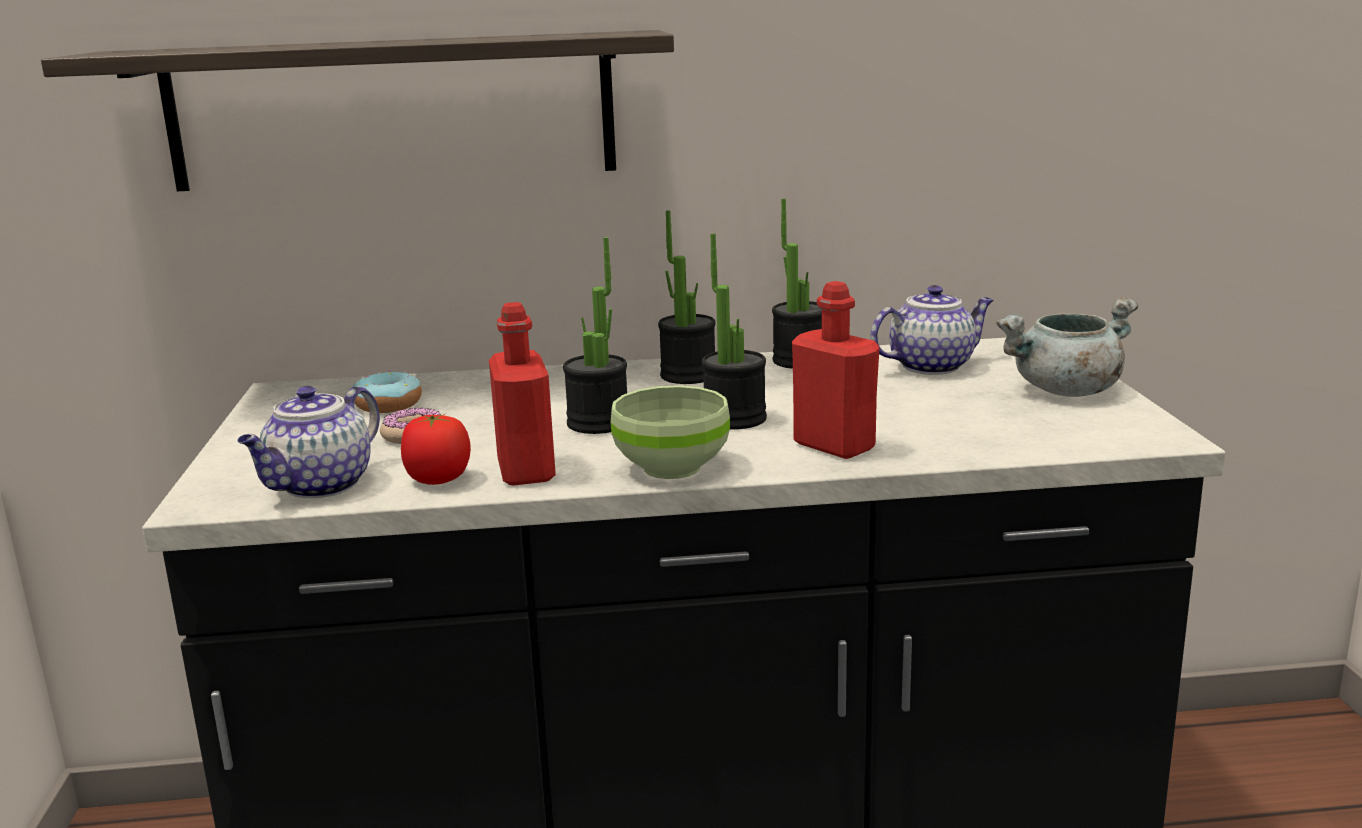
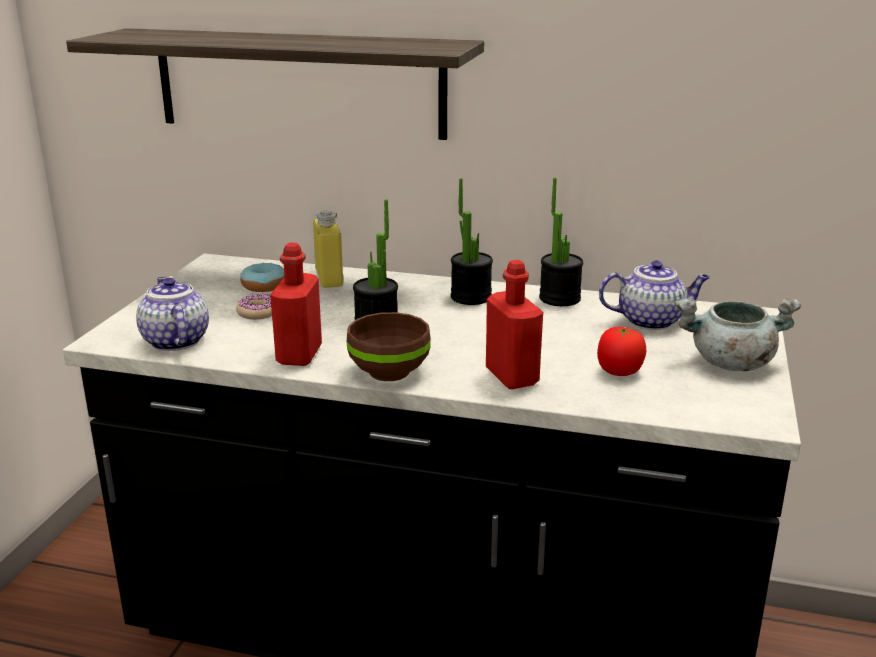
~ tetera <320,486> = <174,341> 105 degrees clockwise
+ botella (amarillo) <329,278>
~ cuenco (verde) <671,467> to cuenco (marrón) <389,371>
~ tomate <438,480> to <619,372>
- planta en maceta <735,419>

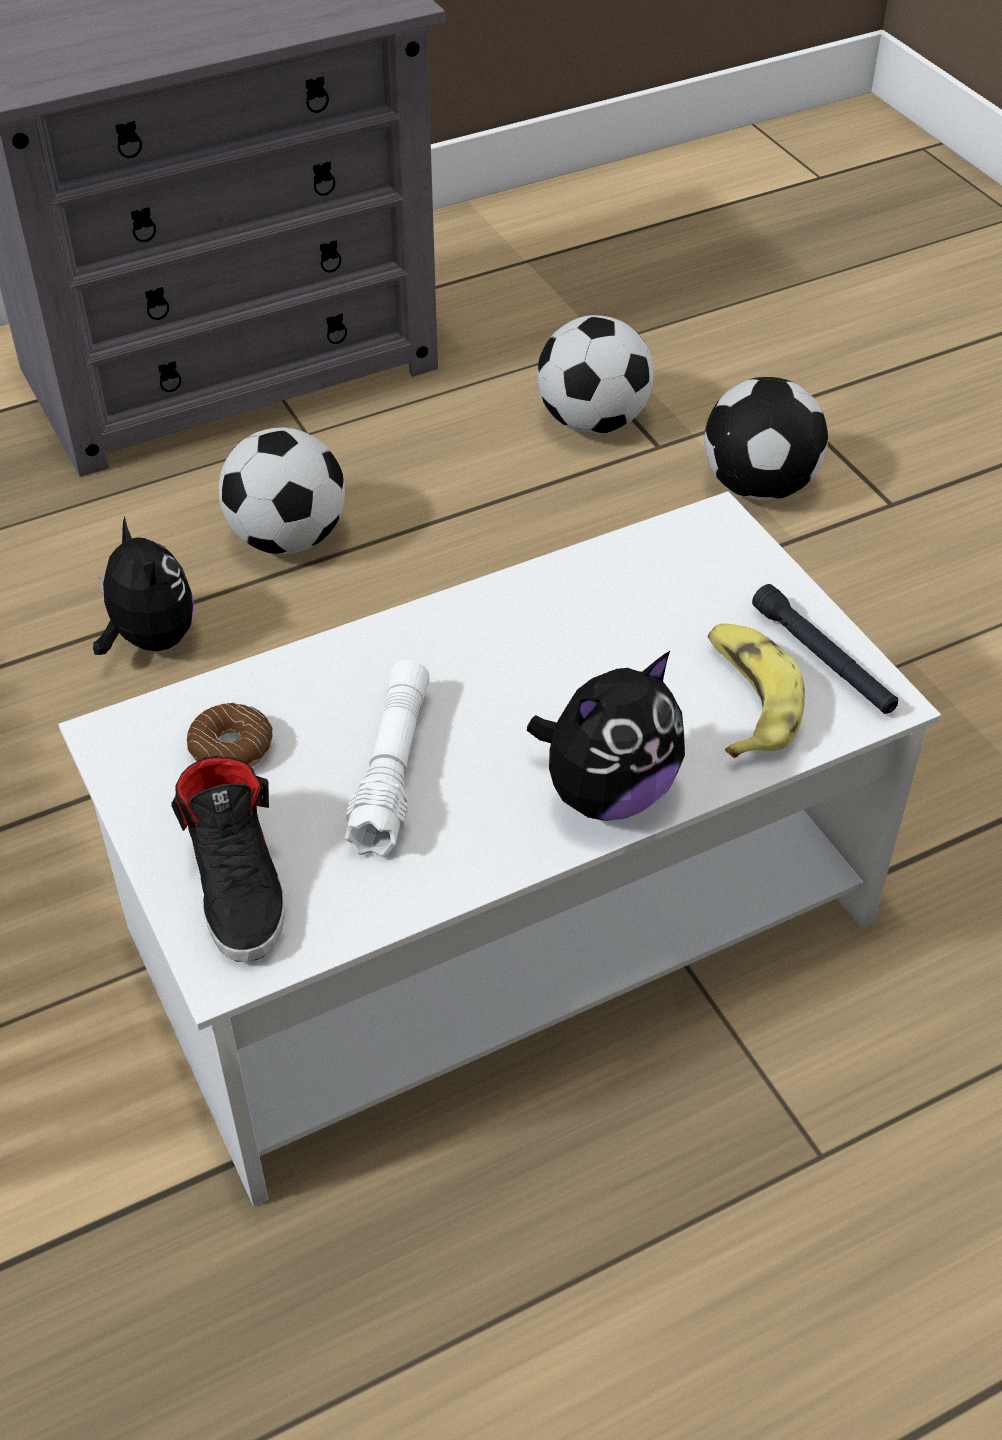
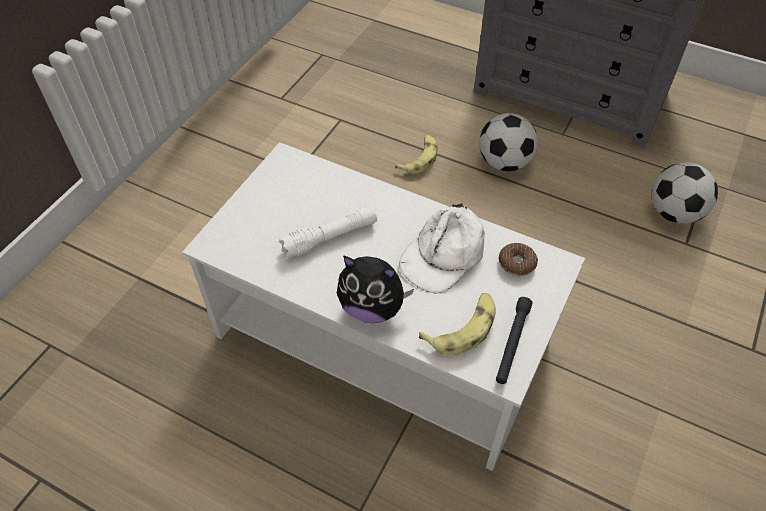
~ peluche <149,639> to plátano <419,158>
+ gorra (blanco) <443,254>
~ rosquilla <231,748> to <517,263>
- zapato (negro) <238,881>
- balón de fútbol <760,487>

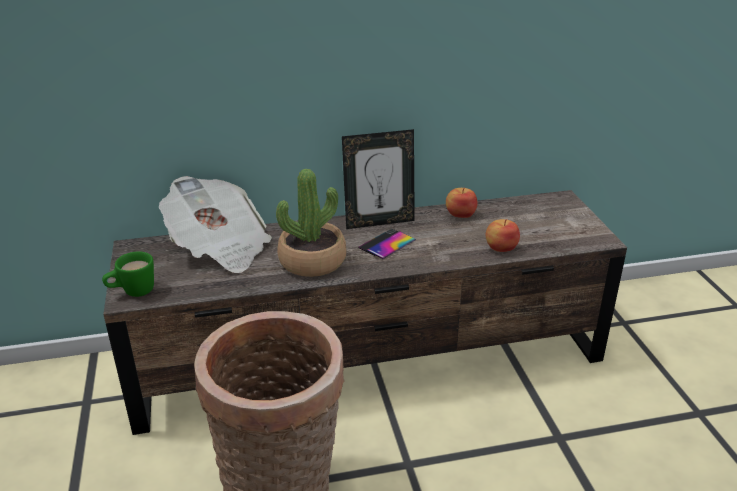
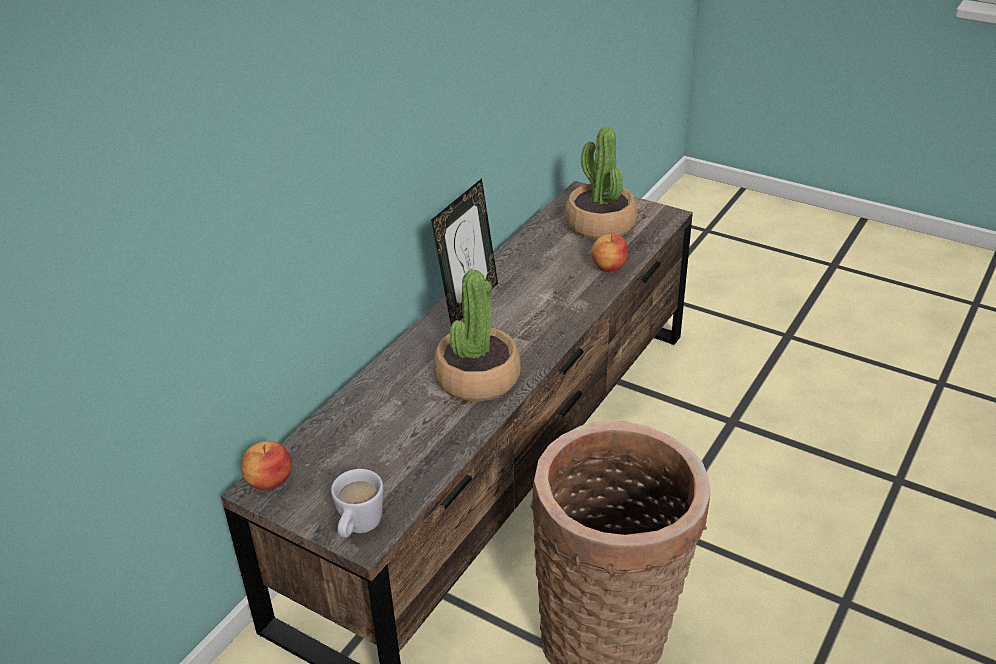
~ manzana <460,214> to <269,480>
~ taza grande (verde) <132,292> to taza grande (blanco) <358,528>
+ planta en maceta <600,225>
- periódico <219,247>
- móvil <387,244>

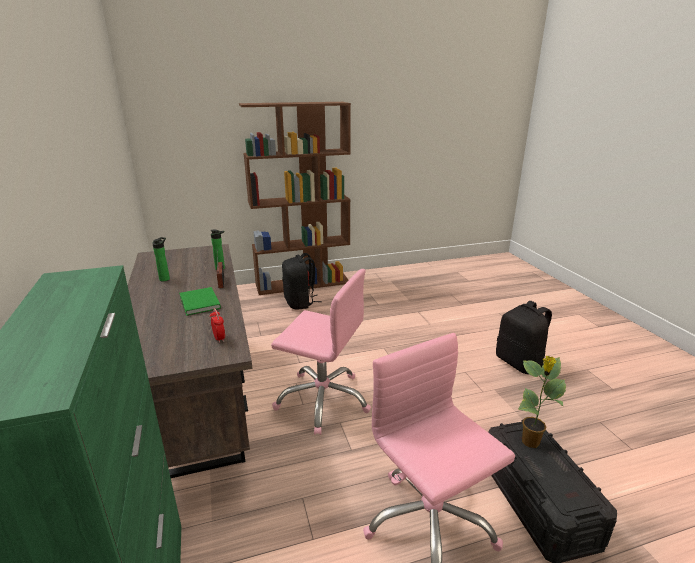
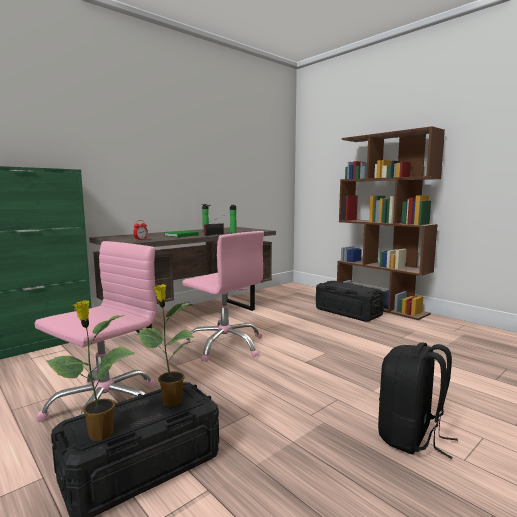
+ planta en maceta <99,434>
~ silla de oficina (rosa) <323,400> = <225,345> 45 degrees counterclockwise
~ mochila (negro) <300,303> to caja de almacenaje (negro) <348,312>

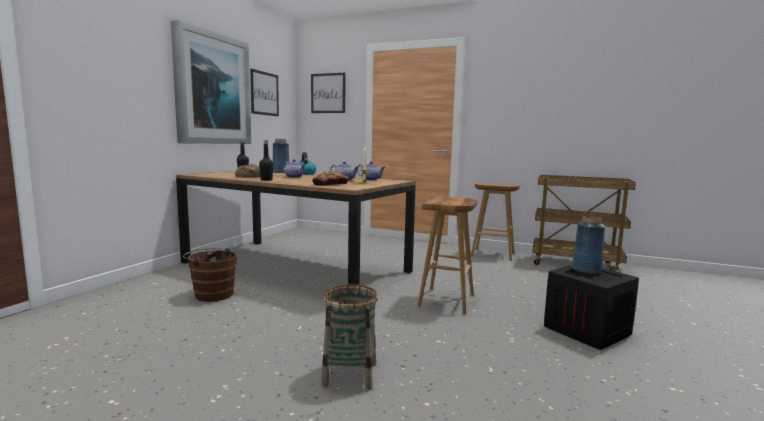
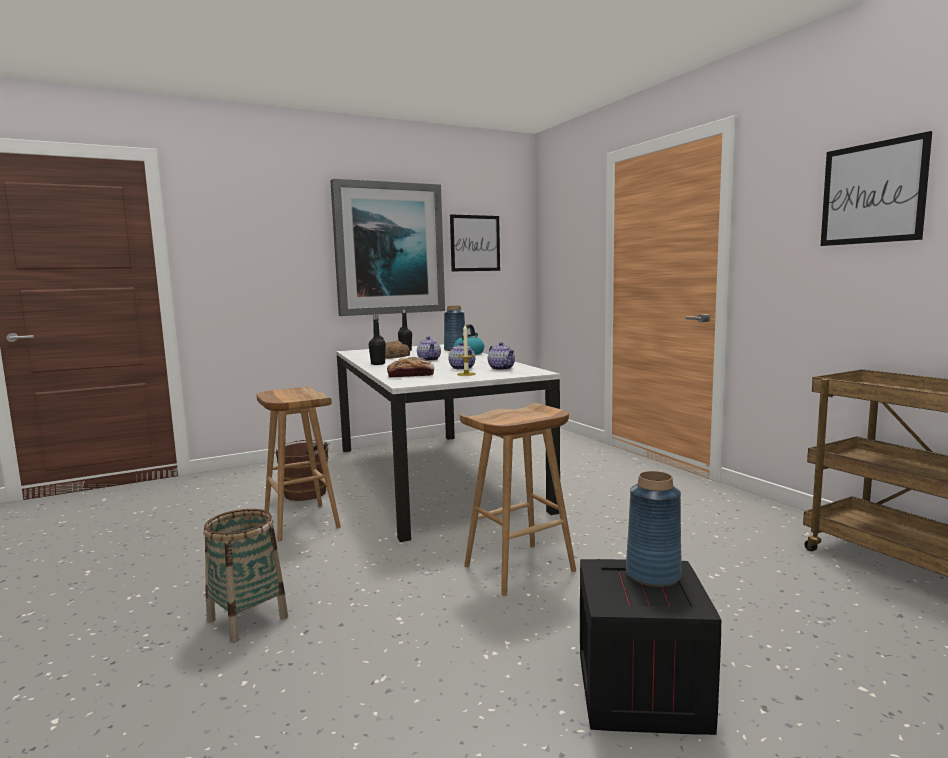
~ taburete (marrón) <492,254> to <300,522>
~ mesa de comedor (marrón) <296,267> to mesa de comedor (blanco) <433,476>
~ cuadro <328,93> to <872,193>

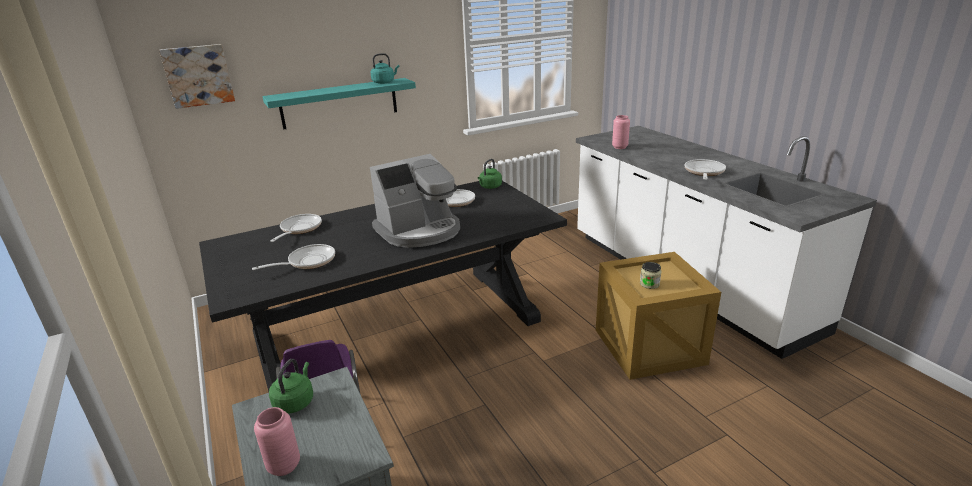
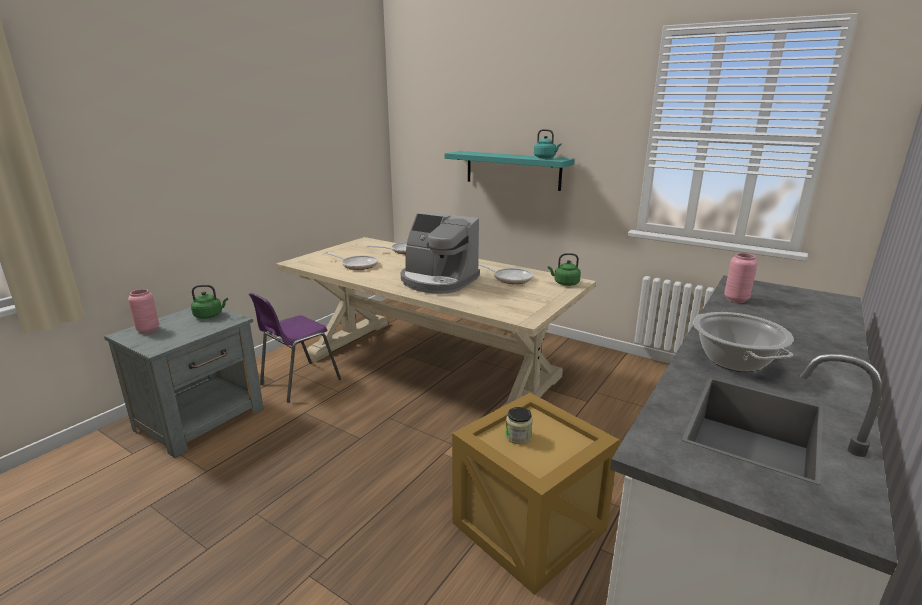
~ mesa de comedor (negro) <398,329> to mesa de comedor (beis) <431,366>
~ sartén <704,172> to olla <734,360>
- cuadro <198,75>

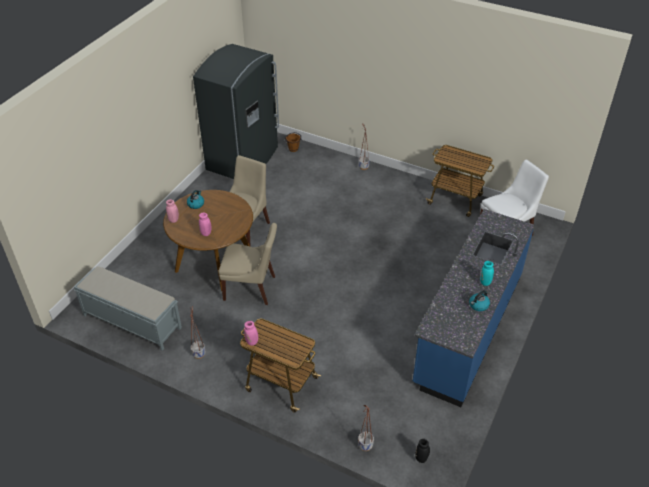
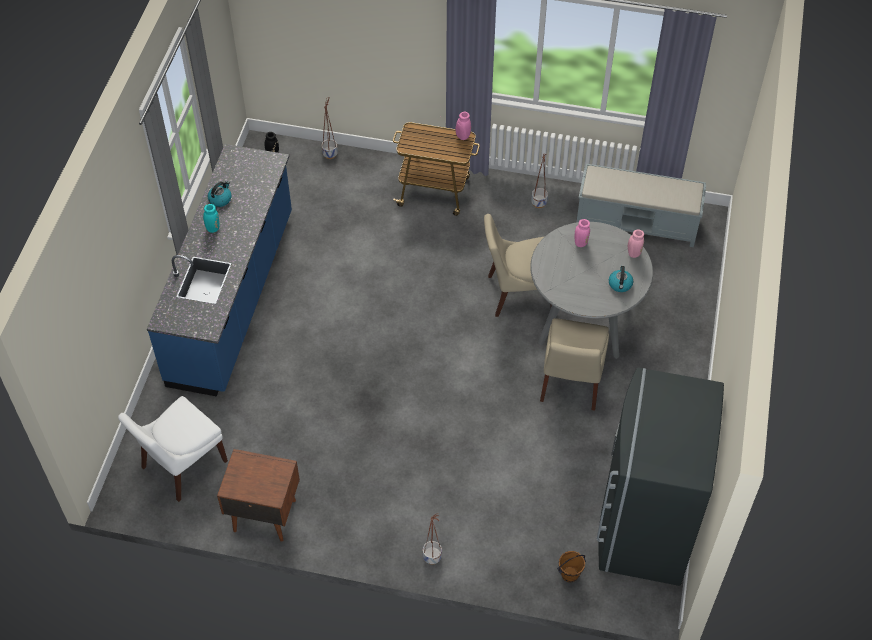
~ carrito <456,200> to mesita de noche (marrón) <263,514>
~ mesa de comedor (marrón) <214,263> to mesa de comedor (gris) <584,319>

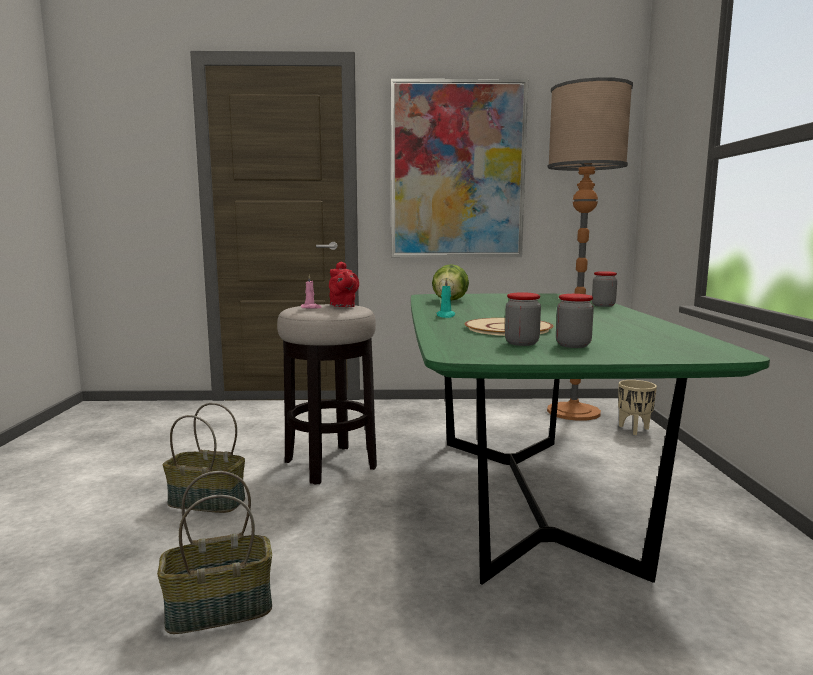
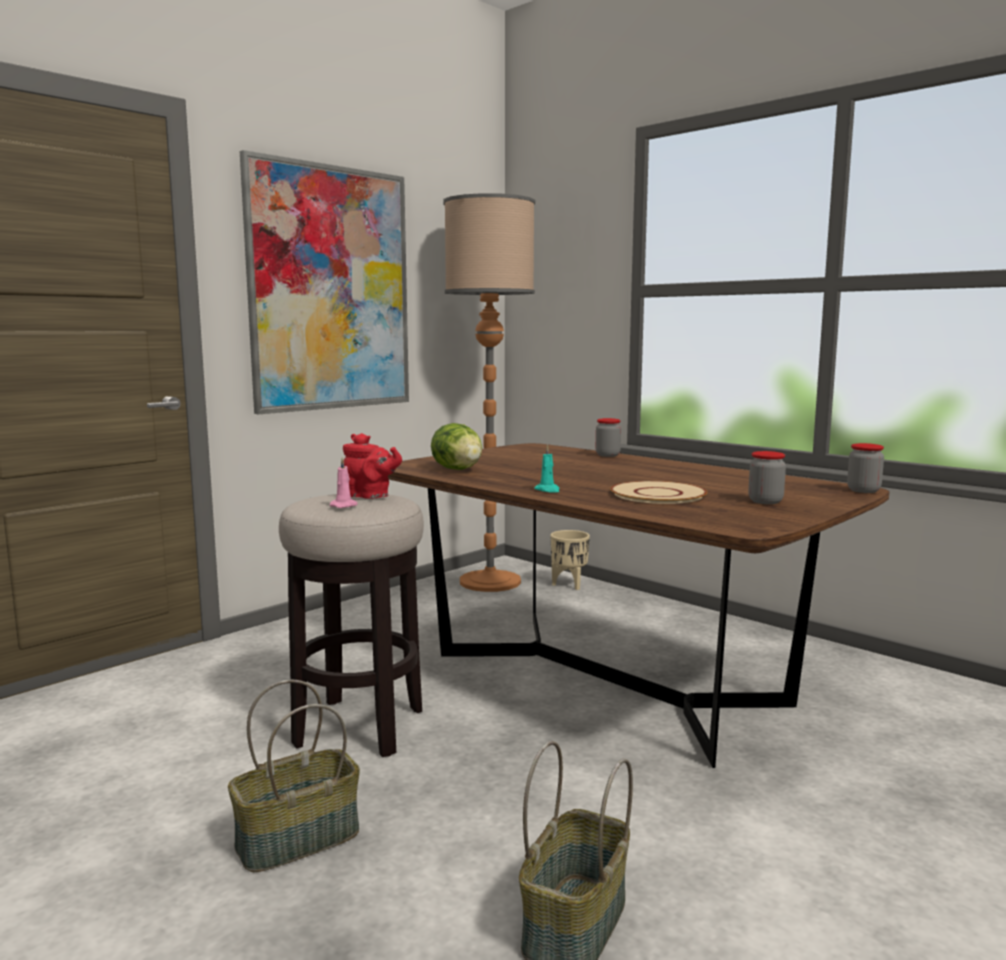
~ mesa de comedor (verde) <525,497> to mesa de comedor (marrón) <605,680>
~ tarro <521,343> to <863,490>

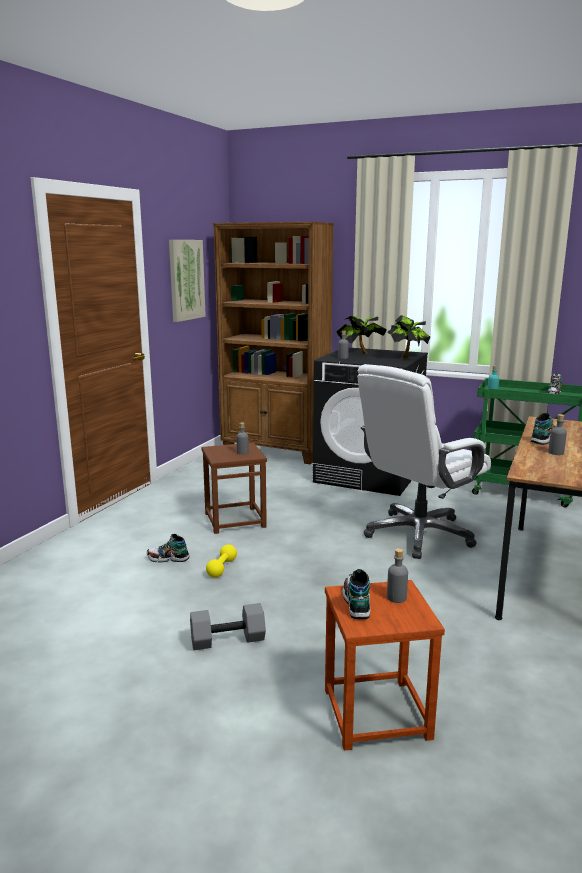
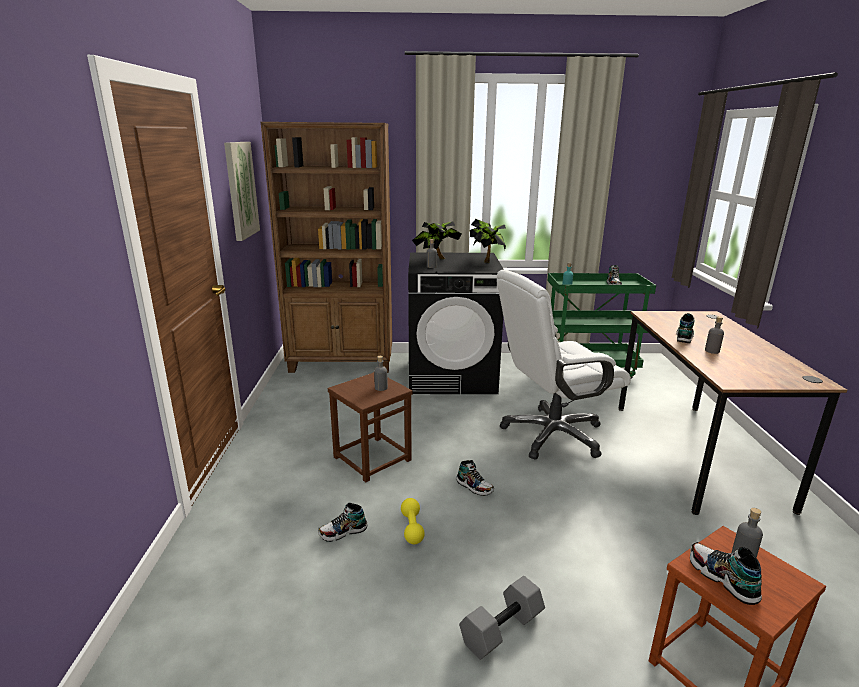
+ zapato <474,487>
~ silla de oficina (blanco) <418,535> = <552,435> 45 degrees clockwise

